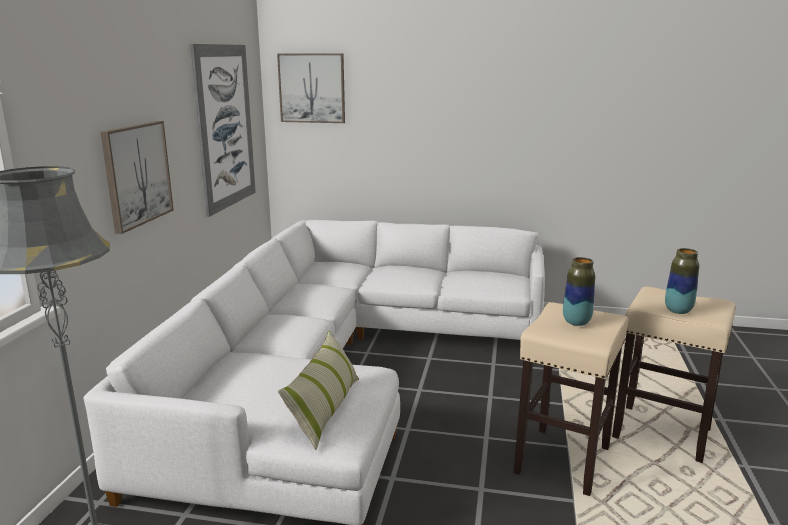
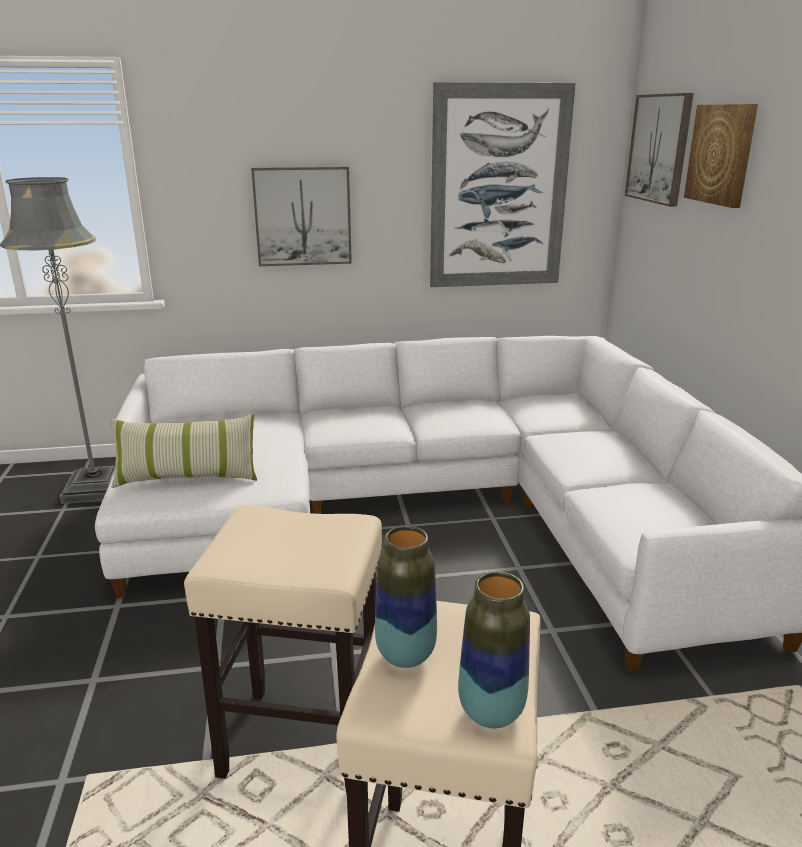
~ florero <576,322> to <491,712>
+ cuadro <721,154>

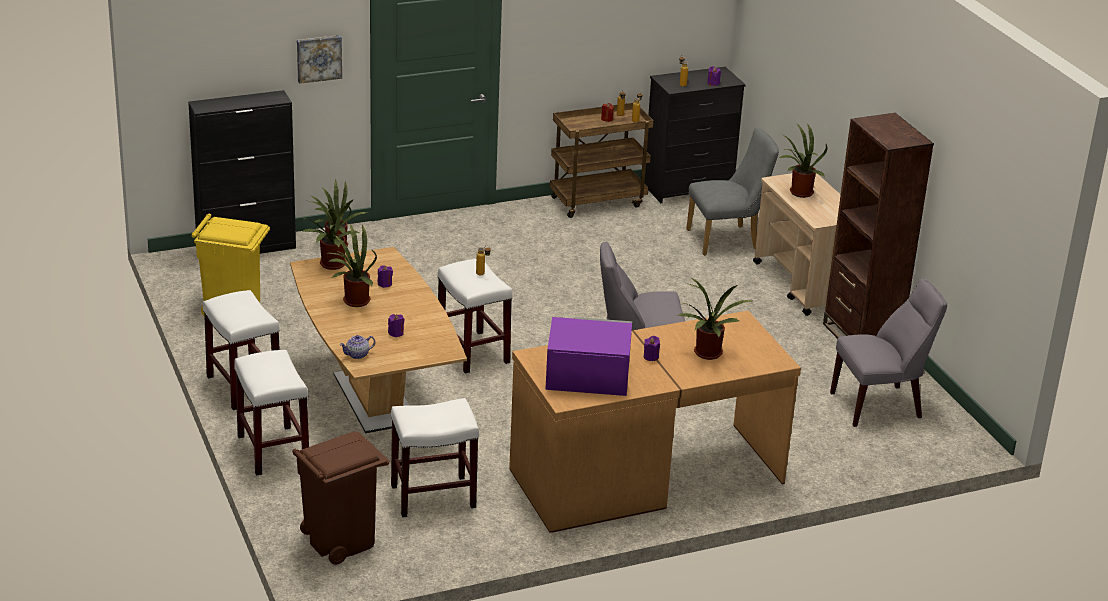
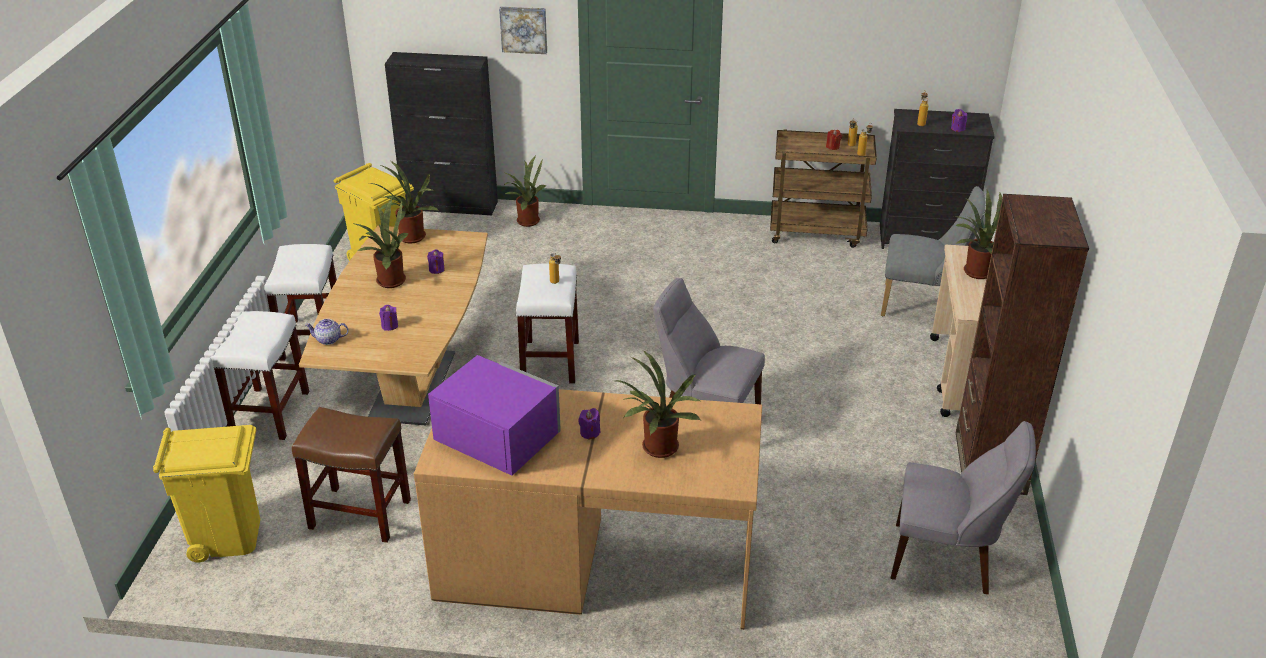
~ papelera (marrón) <340,541> to papelera (amarillo) <227,535>
~ taburete (blanco) <432,497> to taburete (marrón) <359,514>

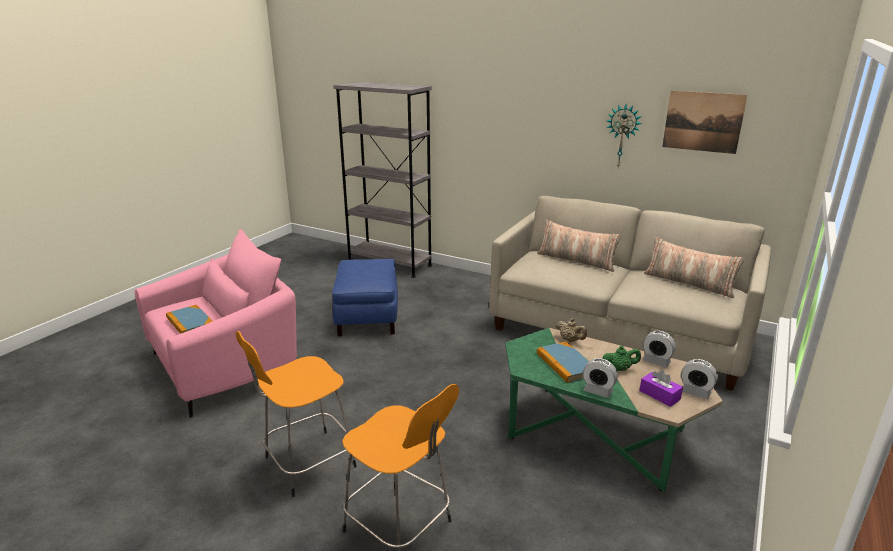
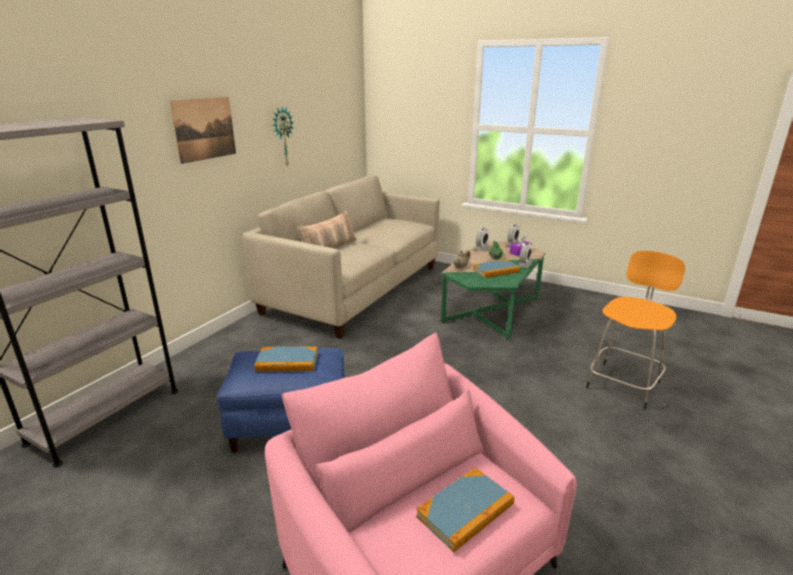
~ cuadro <703,121> to <204,129>
+ libro <287,362>
- taburete (naranja) <307,463>
- cojín <689,283>

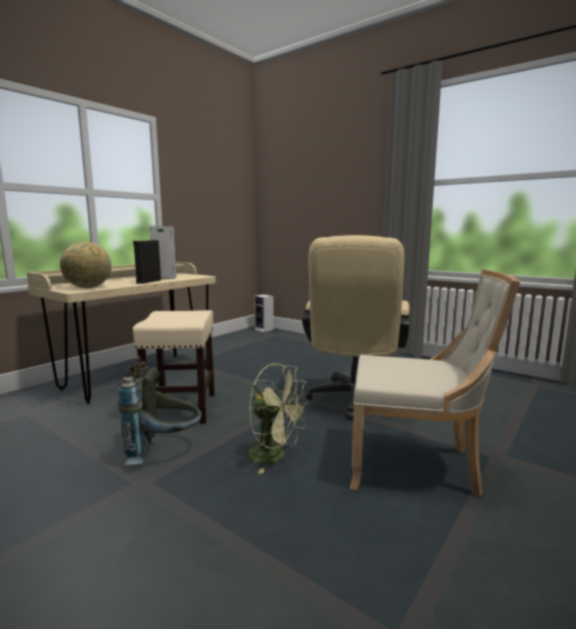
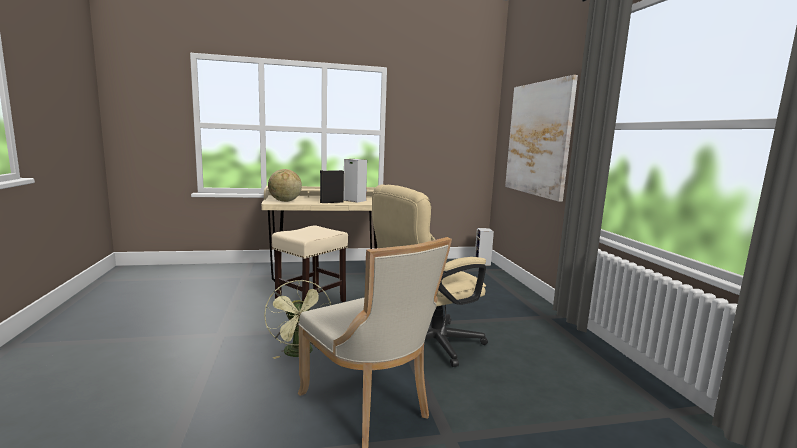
+ cuadro <538,139>
- mochila (gris) <164,451>

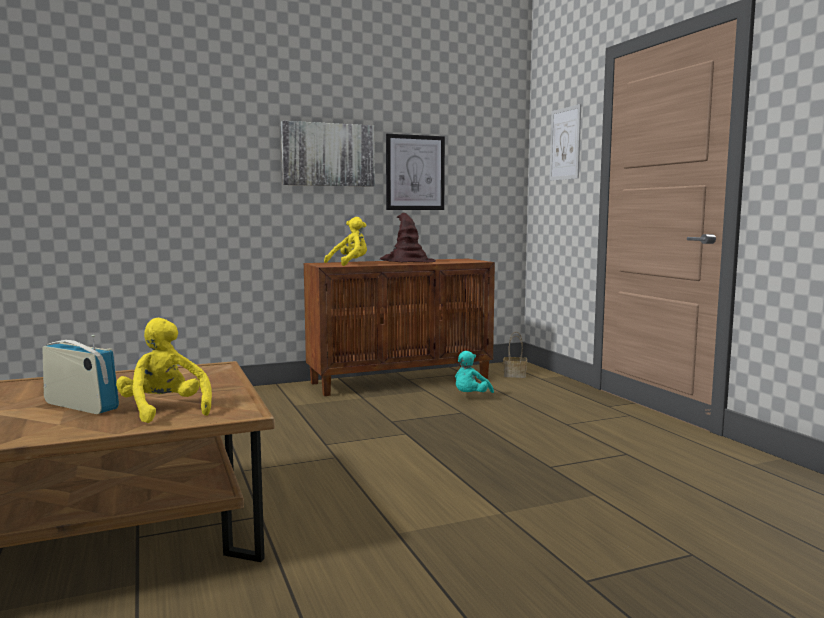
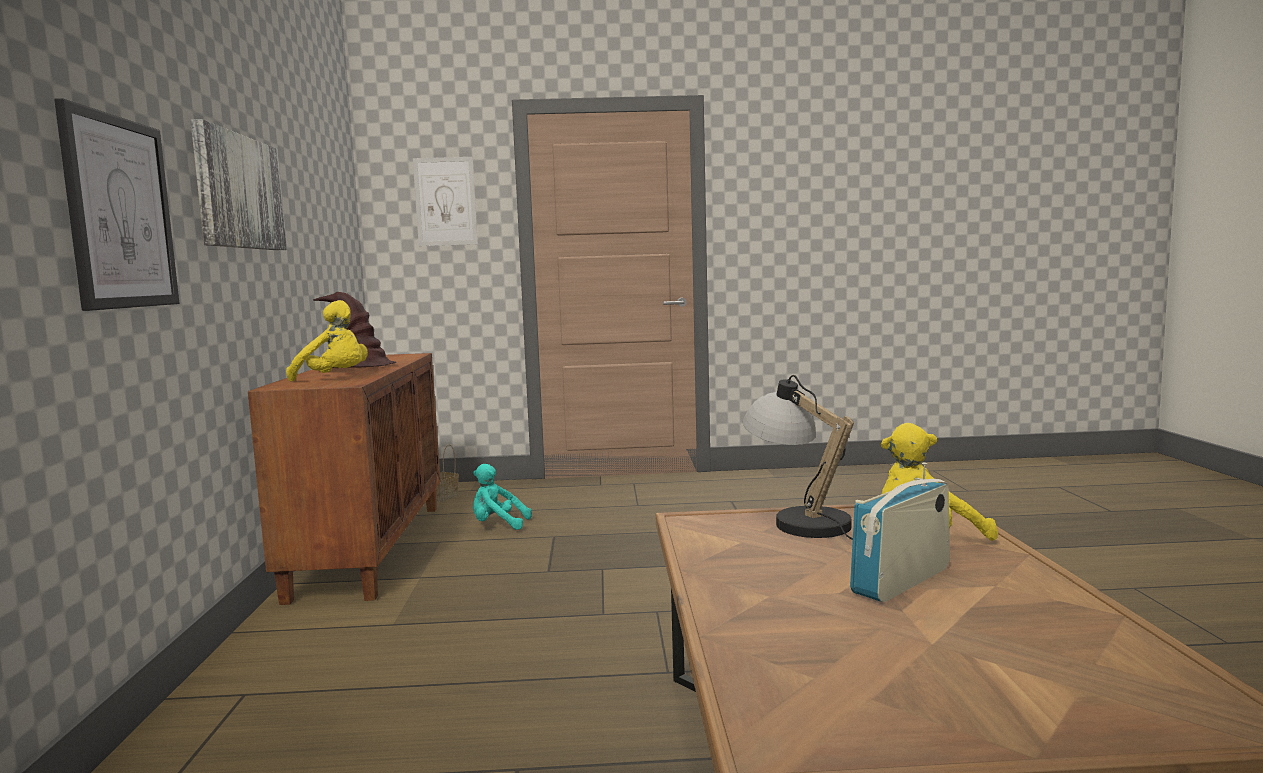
~ cuadro <415,172> to <120,213>
~ peluche (amarillo) <350,264> = <335,378> 135 degrees clockwise
~ peluche (turquesa) <470,396> = <497,525> 135 degrees clockwise
+ lámpara de mesa <798,520>

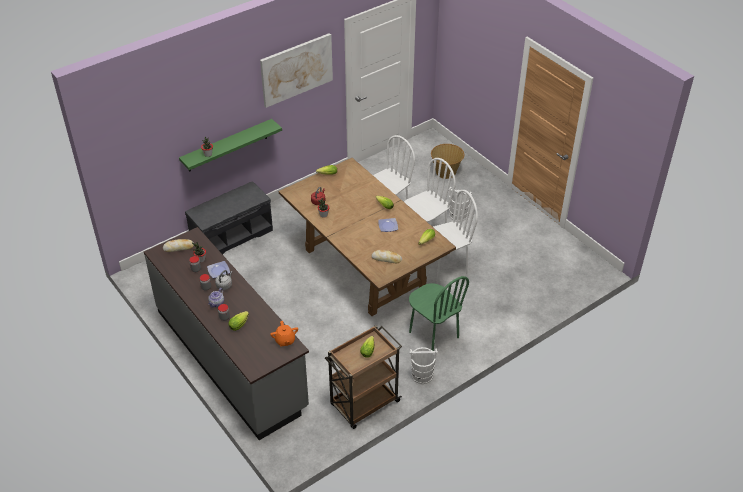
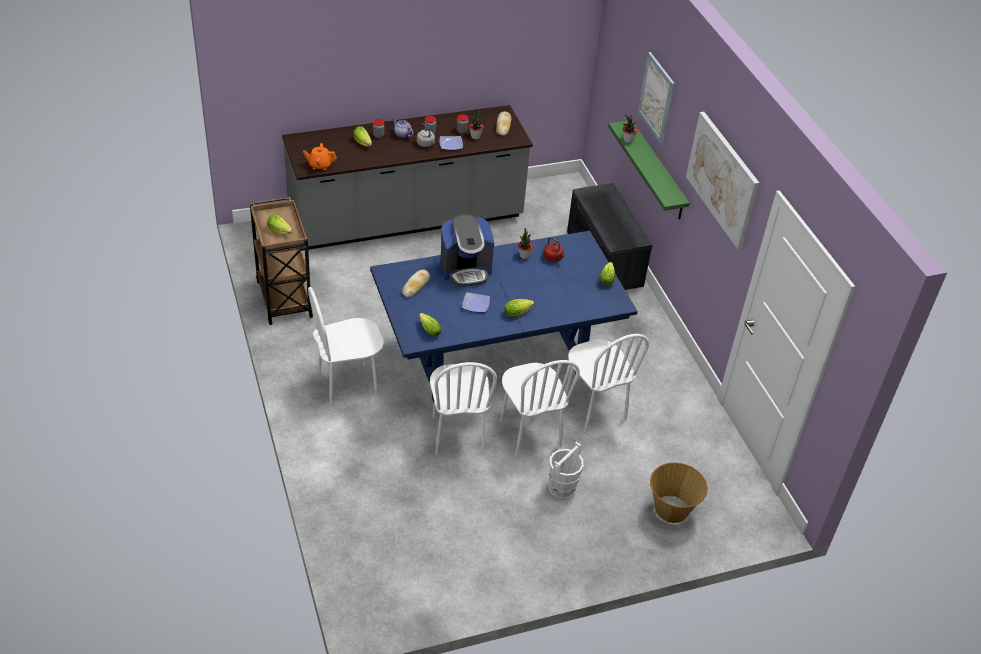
~ silla (verde) <433,335> to silla (blanco) <347,384>
~ mesa de comedor (marrón) <364,267> to mesa de comedor (azul) <497,356>
+ cafetera <465,270>
+ cuadro <656,97>
- cubo (blanco) <422,376>

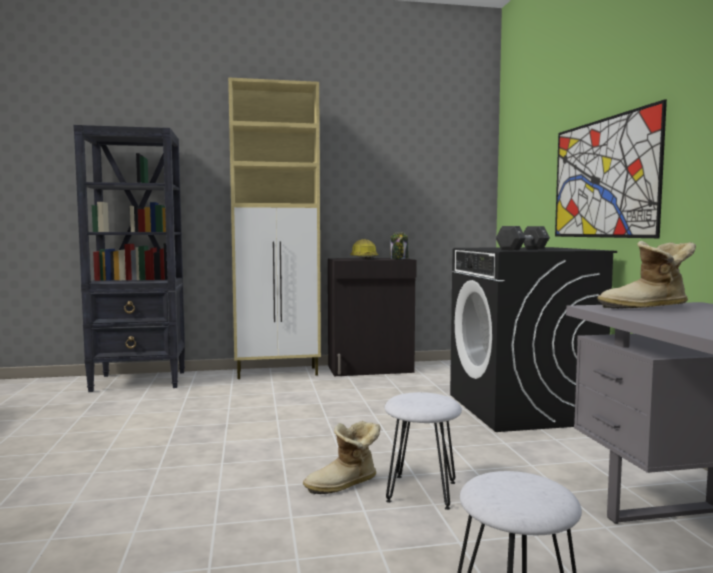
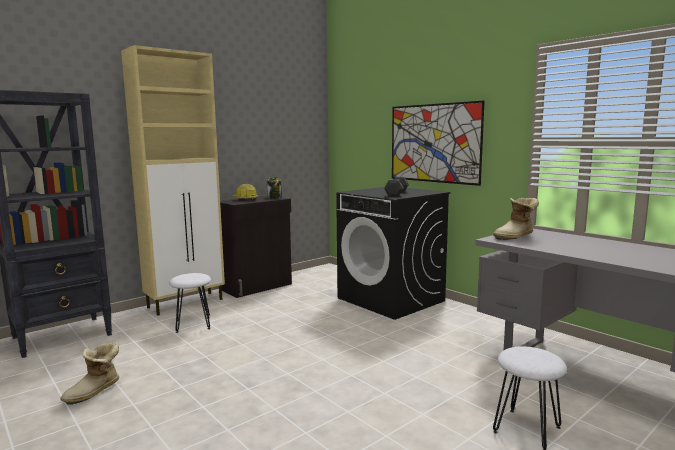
~ bota <344,485> to <95,392>
~ taburete (blanco) <422,491> to <193,324>

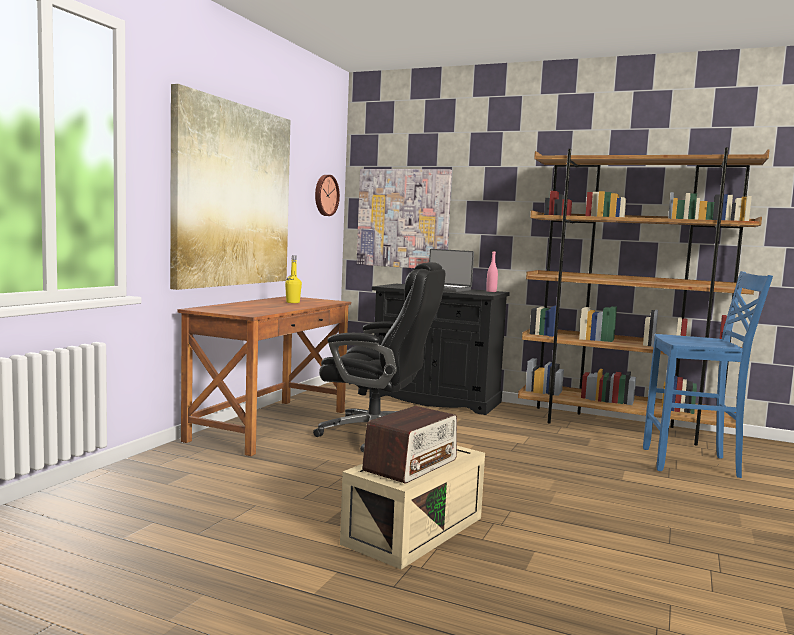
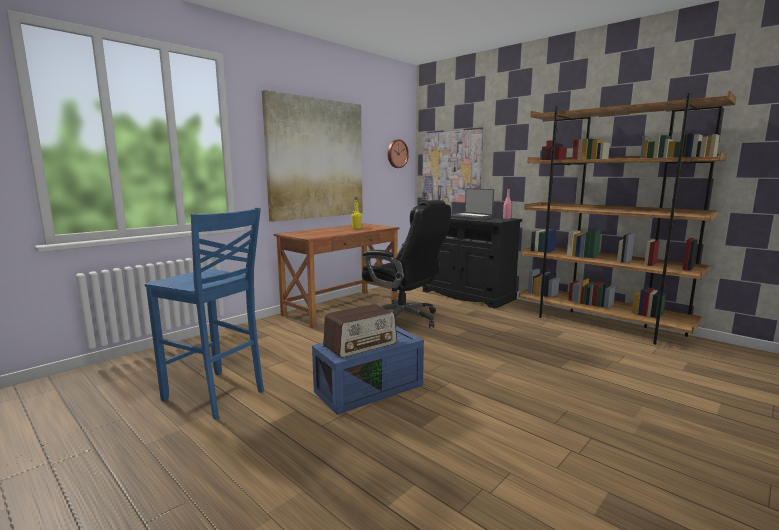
~ taburete (azul) <693,463> to <216,396>
~ caja de almacenaje (beis) <413,529> to caja de almacenaje (azul) <369,387>

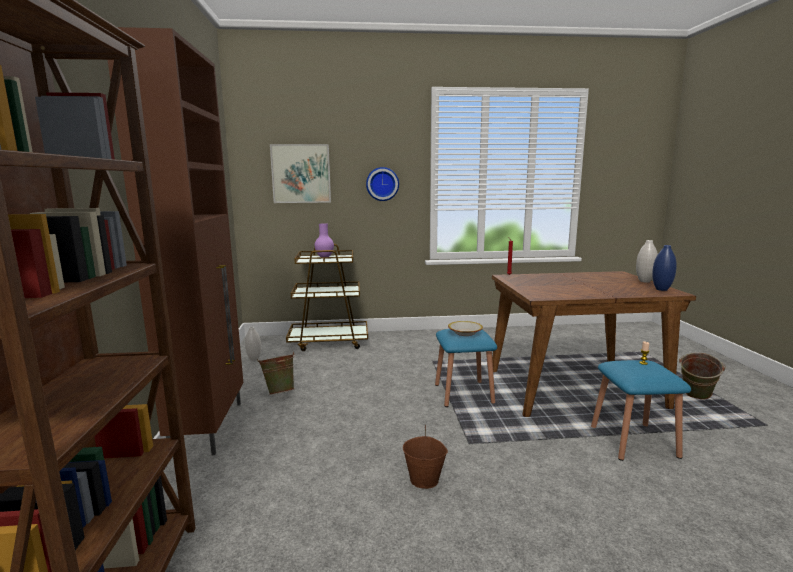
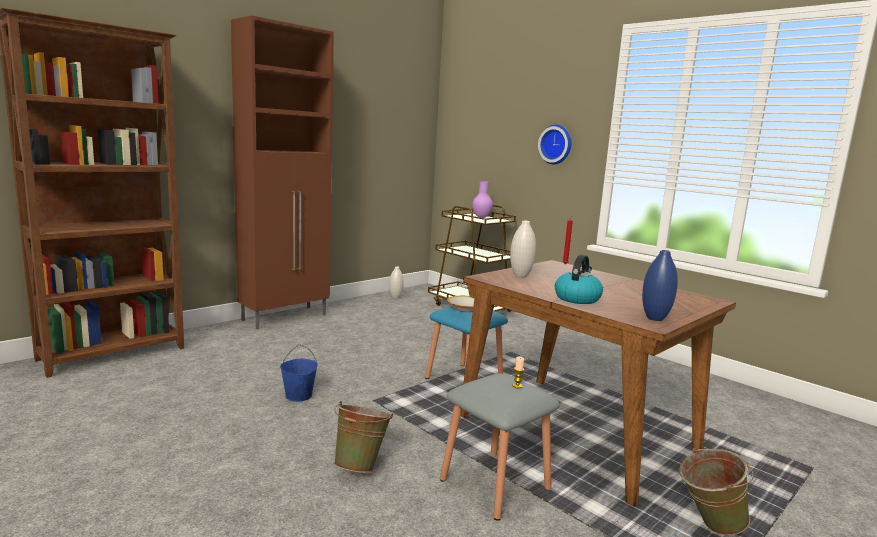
~ cubo (marrón) <424,479> to cubo (azul) <299,396>
~ cubo (verde) <279,392> to <361,466>
~ taburete (azul) <633,441> to taburete (gris) <495,484>
~ florero (blanco) <644,281> to <520,275>
+ hervidor <577,298>
- cuadro <301,173>

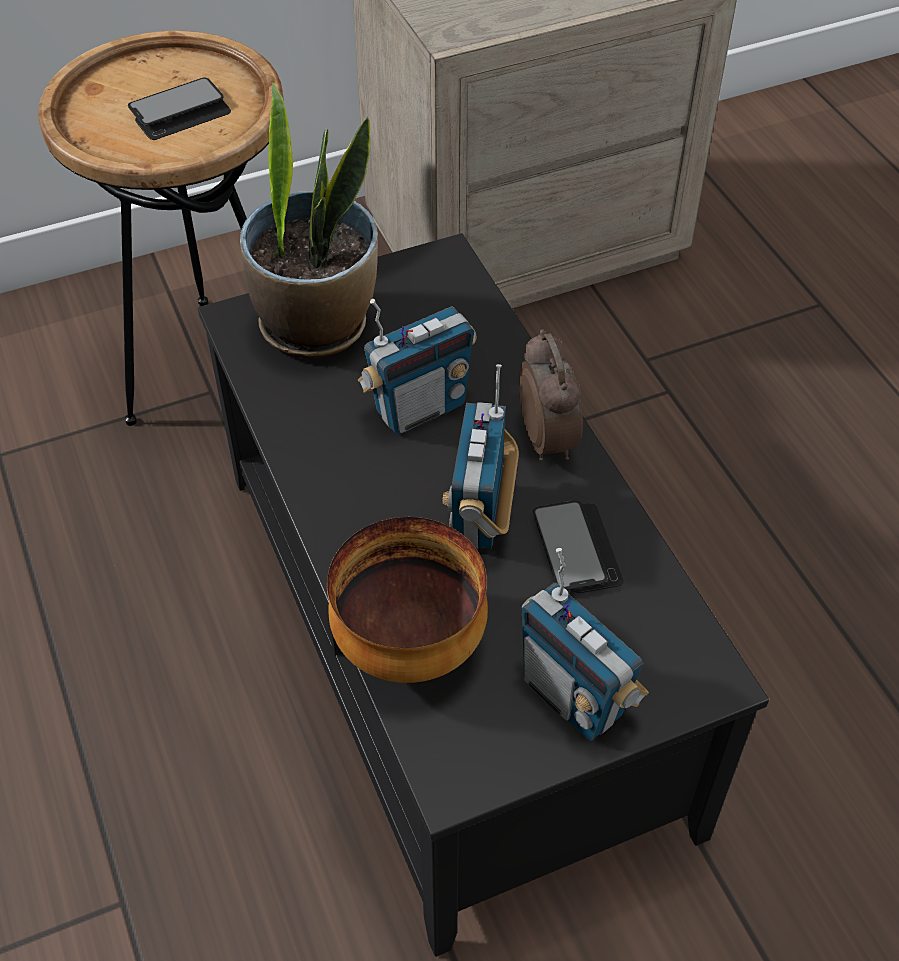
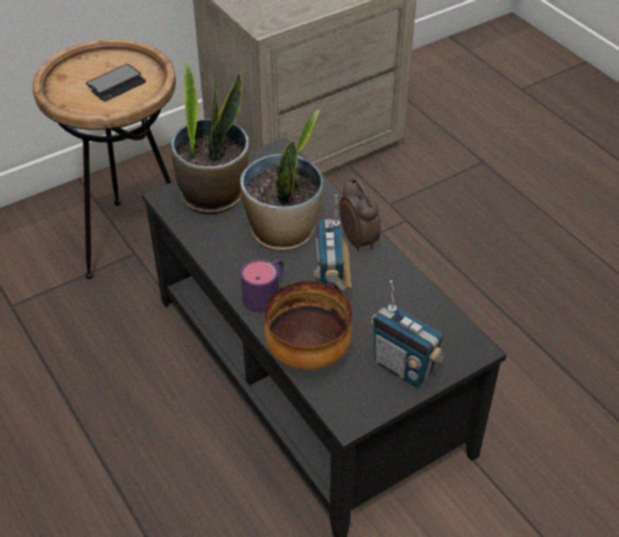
~ radio <419,408> to planta en maceta <283,232>
+ taza grande (morado) <266,294>
- móvil <577,548>

